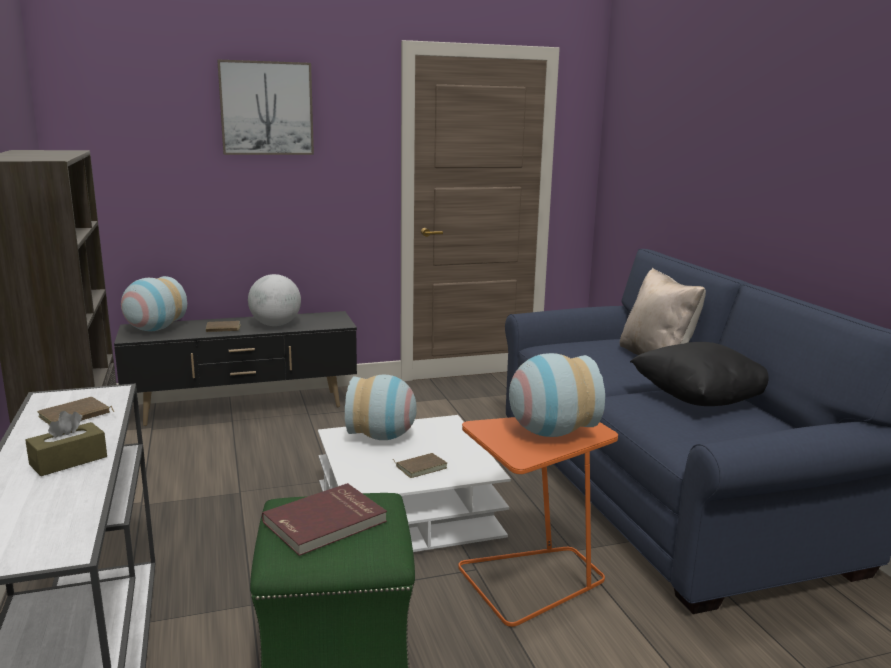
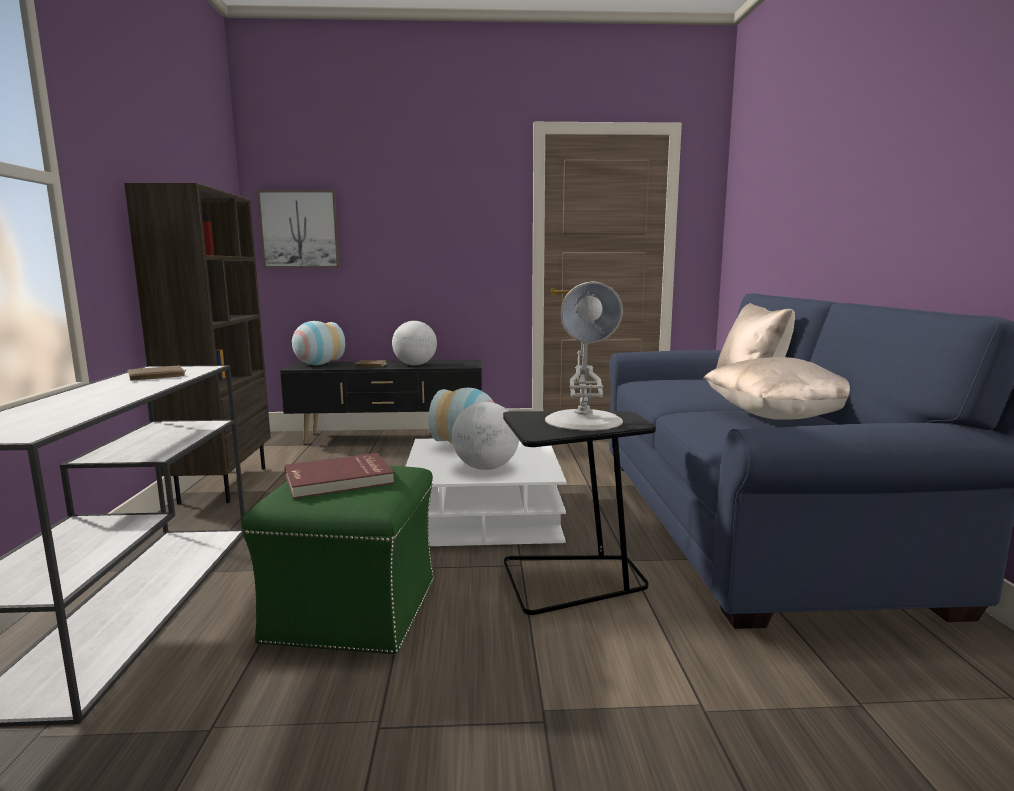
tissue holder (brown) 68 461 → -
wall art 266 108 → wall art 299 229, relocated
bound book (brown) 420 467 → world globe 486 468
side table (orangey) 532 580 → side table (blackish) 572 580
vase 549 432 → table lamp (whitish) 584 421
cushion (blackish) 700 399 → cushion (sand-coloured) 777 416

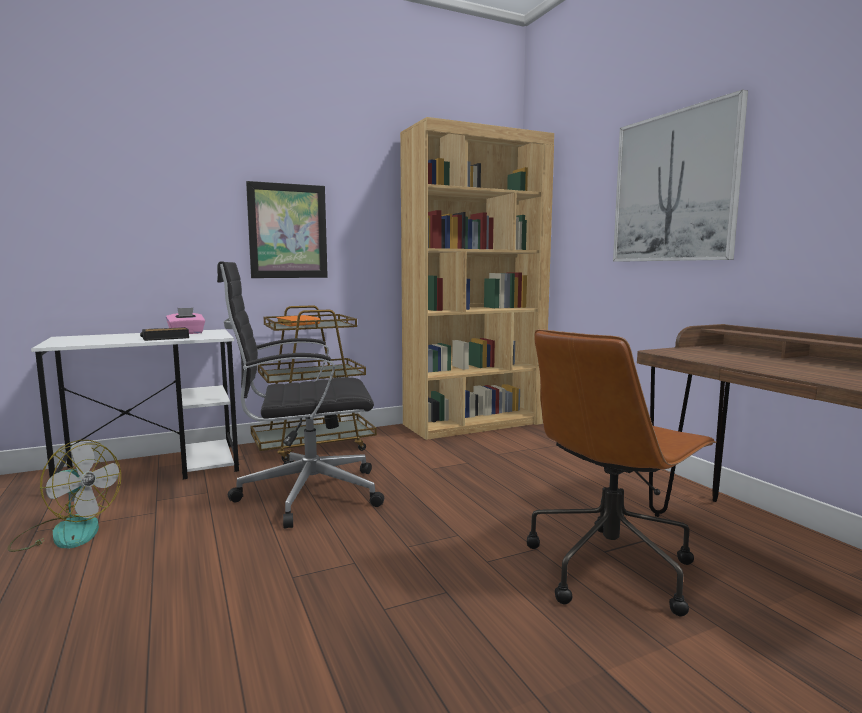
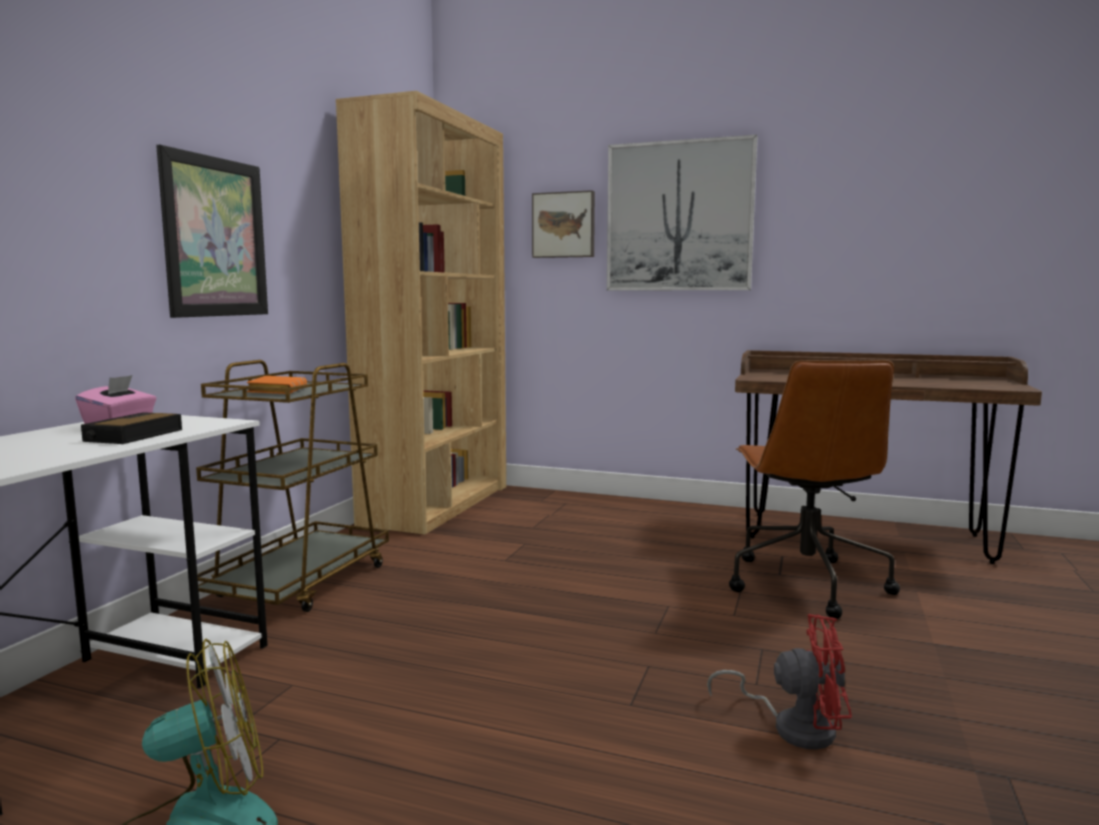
desk chair (blackish) 305 494 → -
- → wall art 564 225
- → electric fan (reddish) 793 726

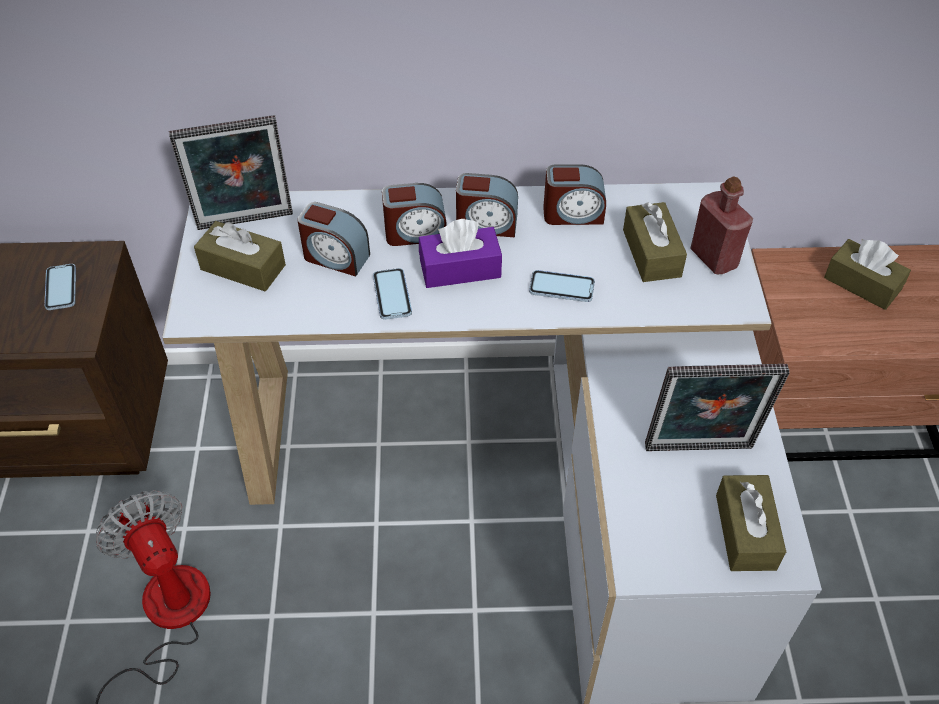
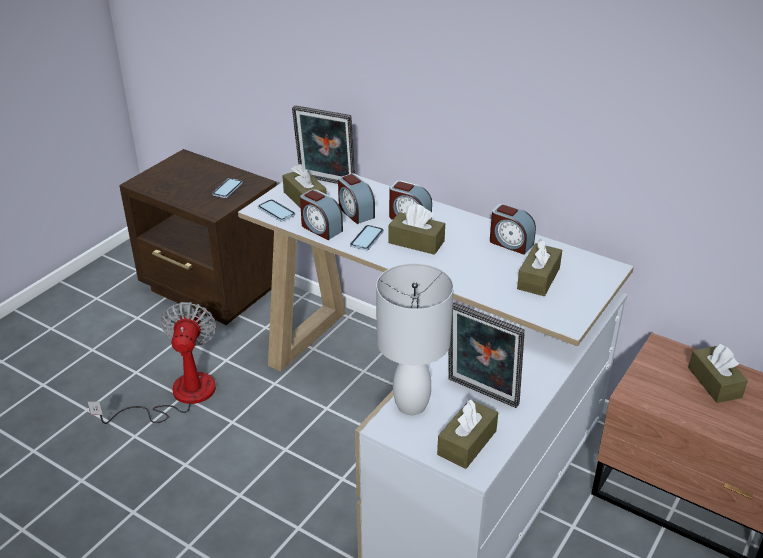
tissue holder (purplish) 460 269 → tissue holder (brown) 416 242
bedside clock 486 224 → bedside clock 321 228, relocated
phone 561 287 → phone 276 211, relocated
bottle (reddish) 714 258 → -
- → table lamp (whitish) 411 404

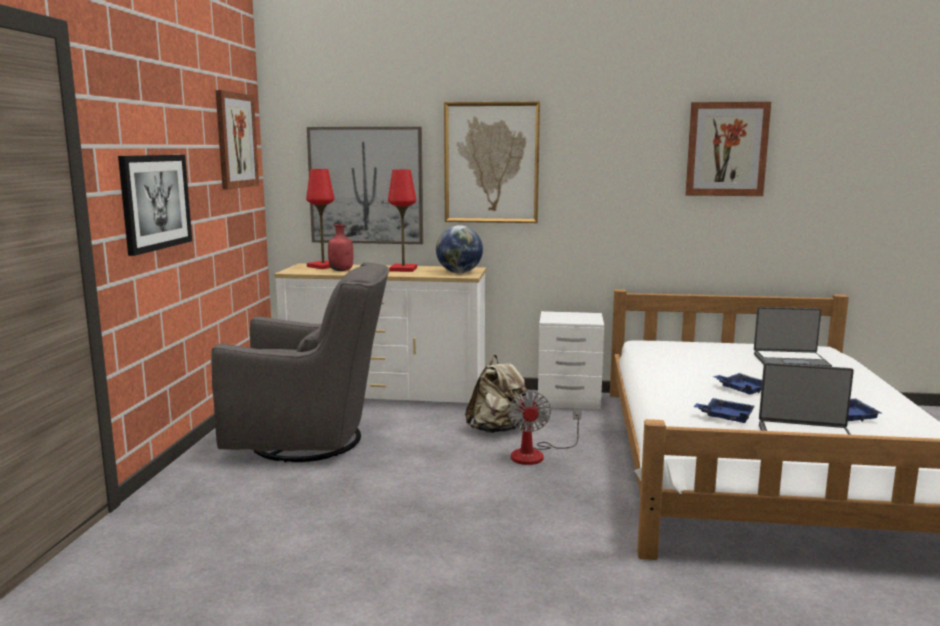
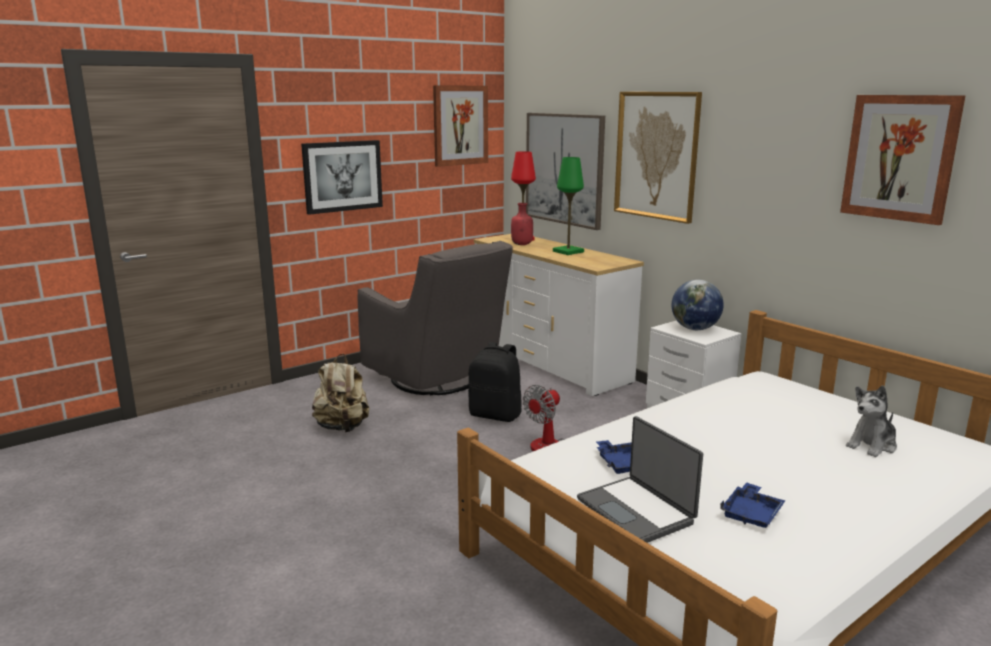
table lamp (reddish) 403 269 → table lamp (green) 568 251
world globe 459 272 → world globe 694 329, relocated
knapsack (sand-coloured) 498 430 → knapsack (sand-coloured) 342 427, relocated
carrying tray (blue) 742 389 → -
notebook computer 790 361 → cuddly toy 872 445
- → knapsack (blackish) 496 415

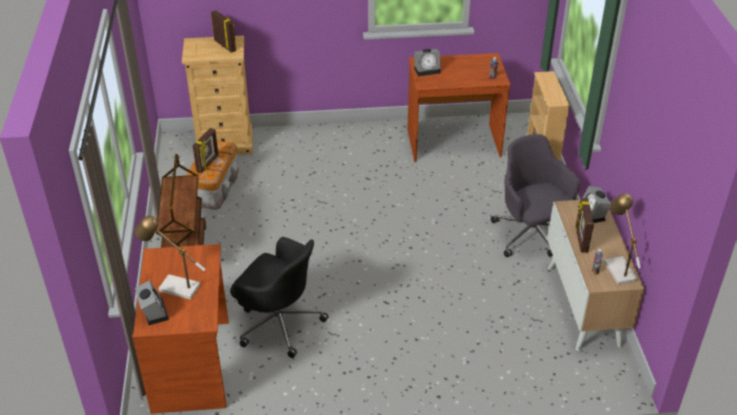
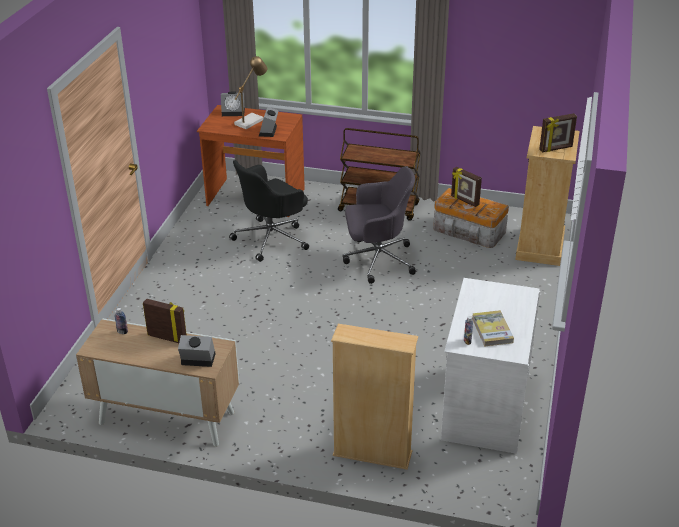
desk table (brown) 453 143 → desk table (whitish) 484 406
bedside clock 427 70 → bedside clock 269 131, relocated
desk chair (gray) 531 235 → desk chair (gray) 377 260, relocated
table lamp 617 268 → -
- → bound book 492 330

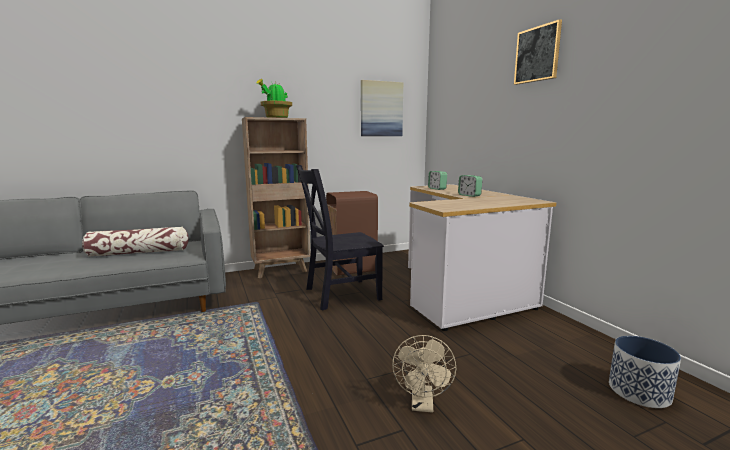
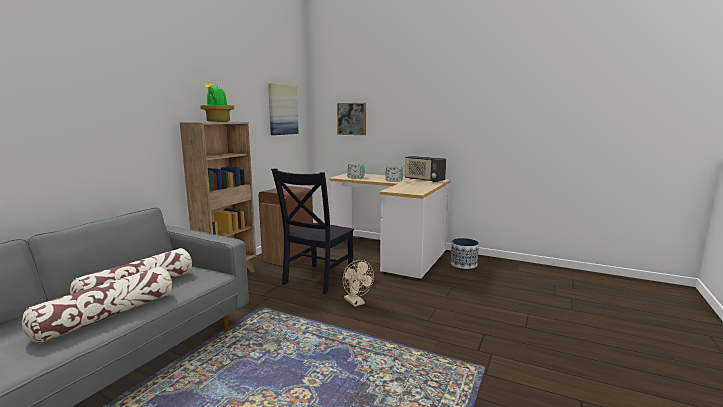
electric fan (sand-coloured) 422 405 → electric fan (sand-coloured) 356 303, relocated
wall art 537 54 → wall art 351 119, relocated
flower pot 639 392 → flower pot 463 264, relocated
- → cushion 108 315
- → radio set 424 180

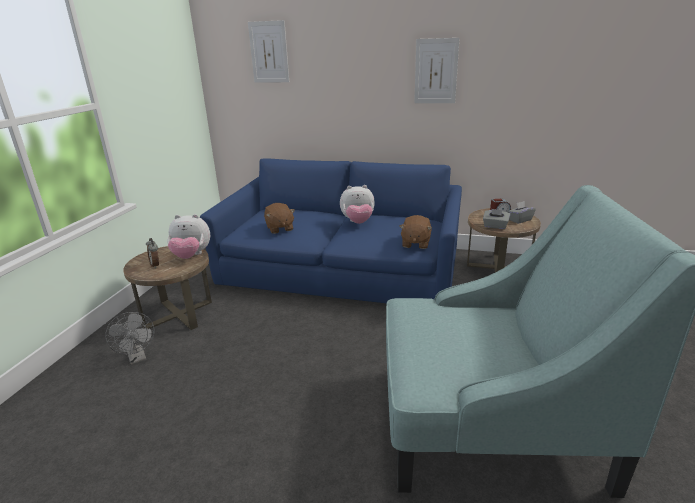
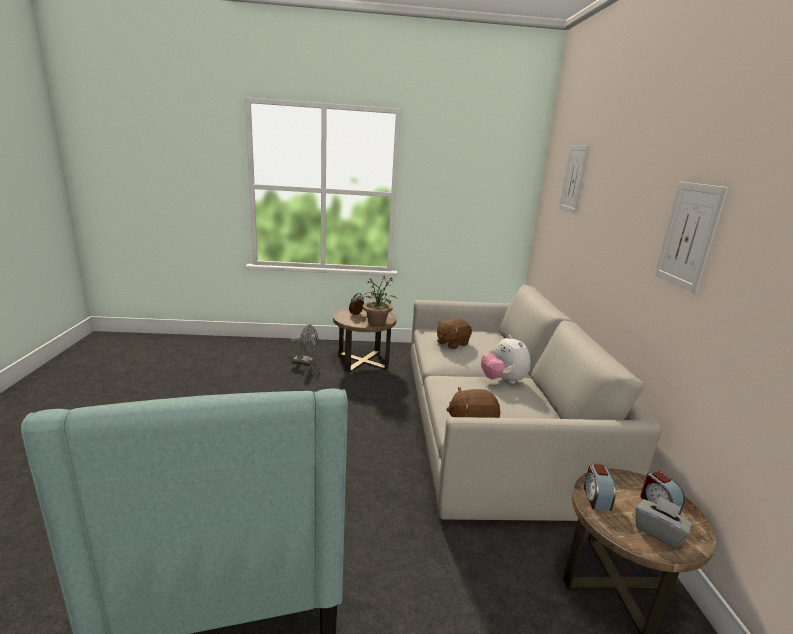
electric fan (gray) 138 358 → electric fan (gray) 306 361, 120 degrees counterclockwise
cuddly toy 191 256 → houseplant 377 321
settee (blue) 342 267 → settee (gray) 493 425
tissue holder (gray) 495 226 → bedside clock 596 497

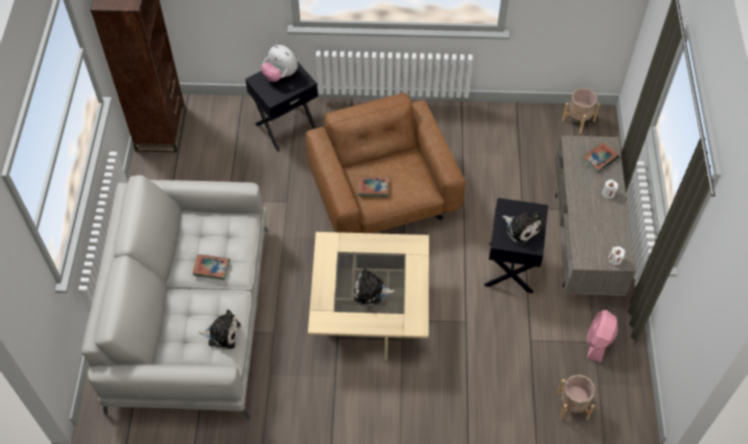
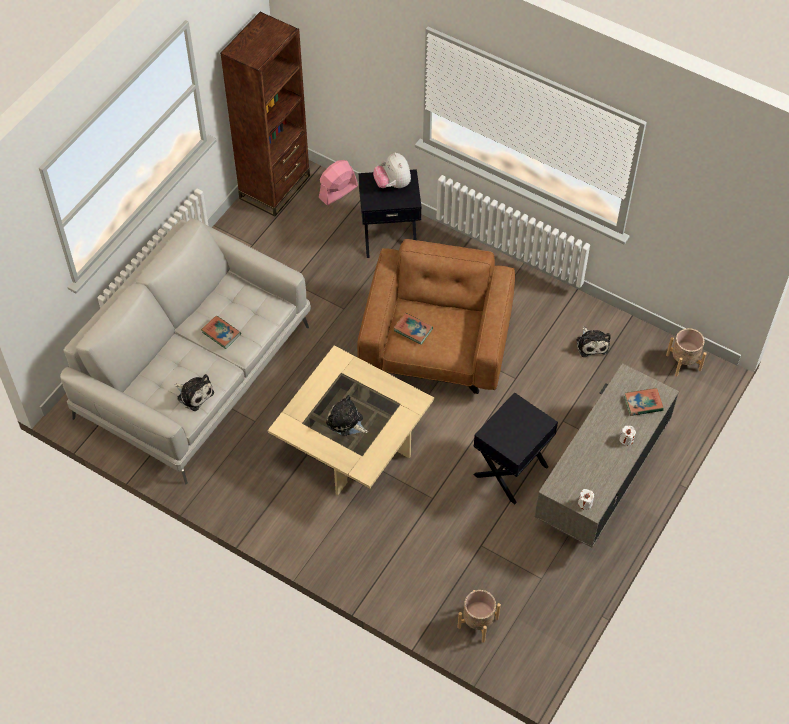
cuddly toy 521 229 → cuddly toy 591 344, relocated
electric fan (pinkish) 598 342 → electric fan (pinkish) 338 192, relocated

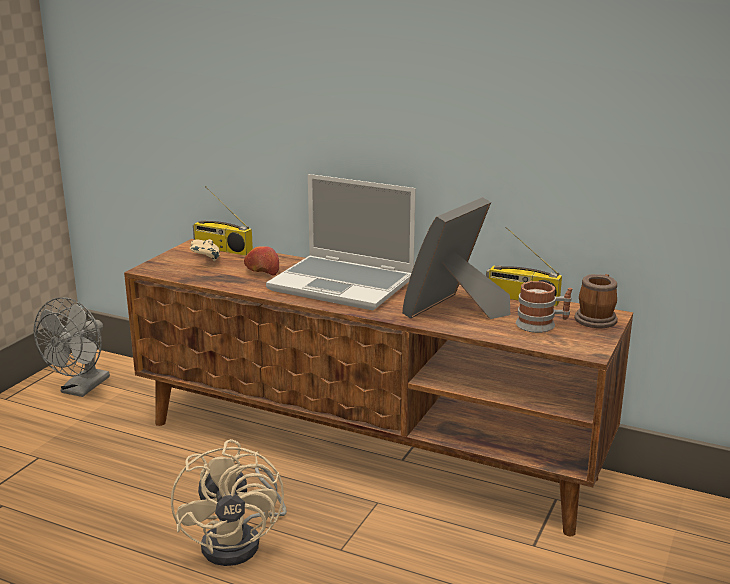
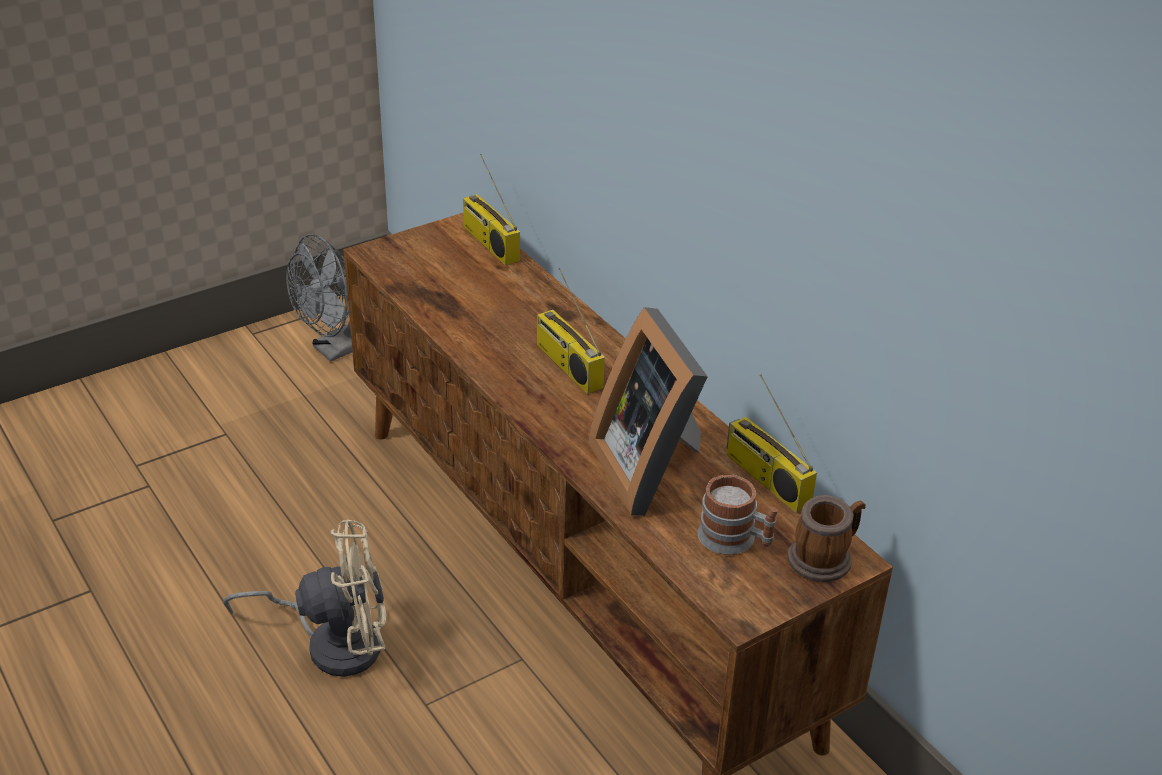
electric fan (sand-coloured) 241 541 → electric fan (sand-coloured) 333 642, 120 degrees counterclockwise
gamepad (sand-coloured) 205 261 → -
apple fruit 262 270 → -
notebook computer 344 285 → radio set 566 365
standing frame 455 311 → standing frame 652 468, 90 degrees counterclockwise

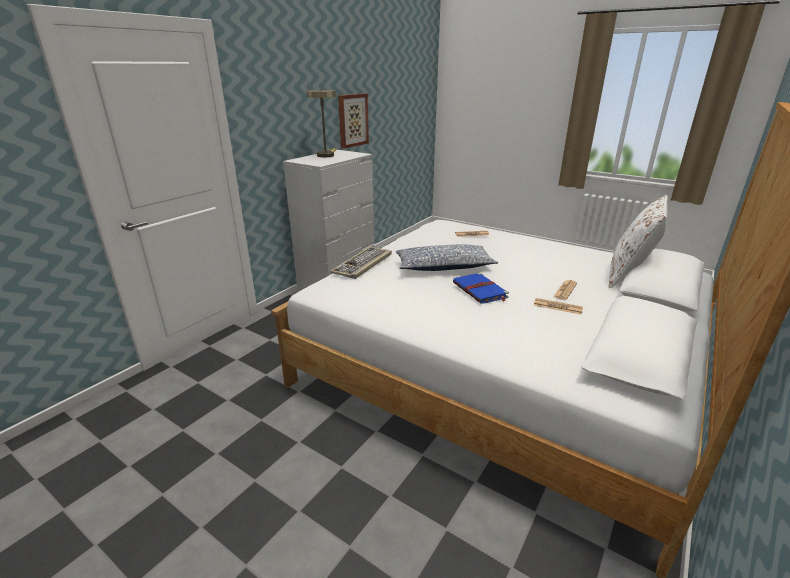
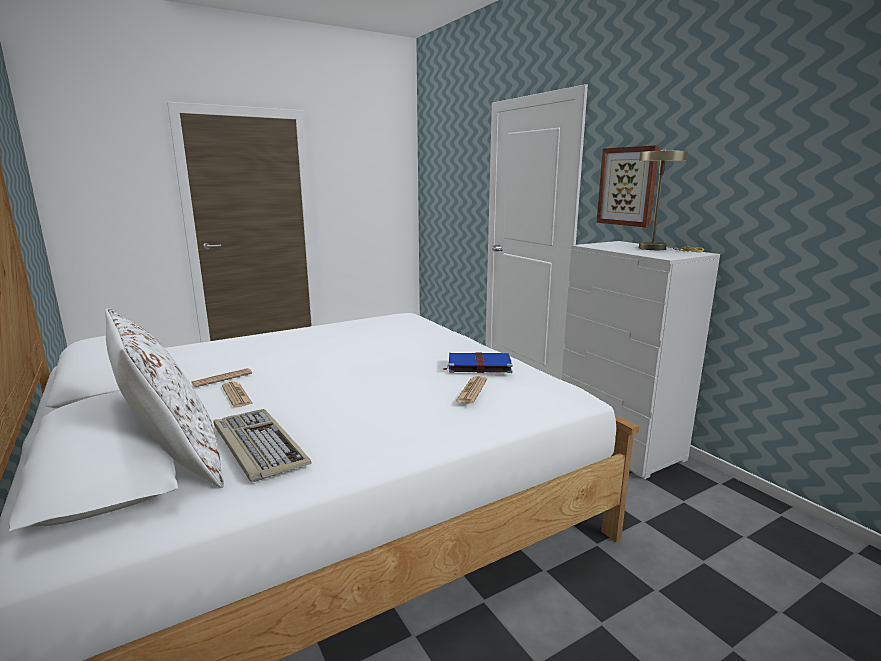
computer keyboard 363 264 → computer keyboard 257 446, relocated
wall art 352 120 → wall art 628 186, relocated
cushion 443 267 → -
bound book (blue) 480 290 → bound book (blue) 478 365, relocated

